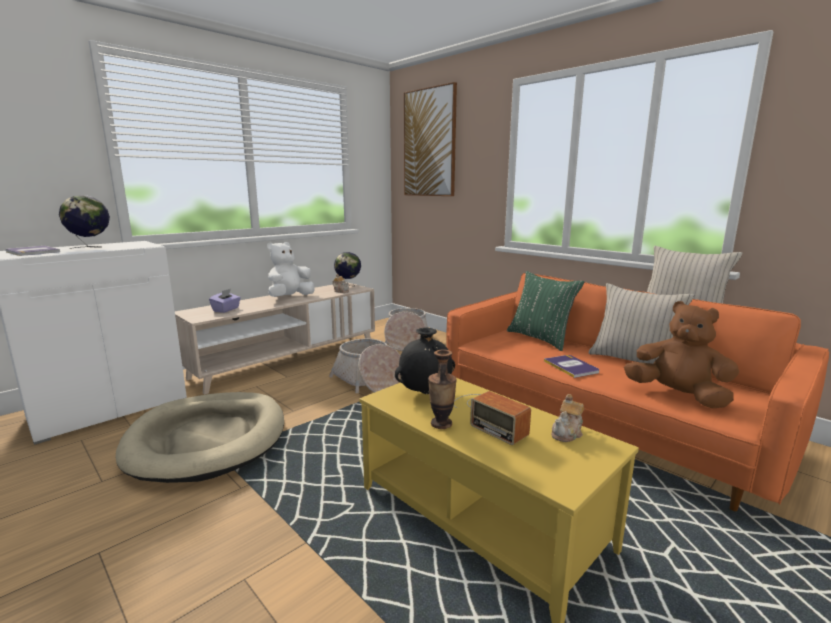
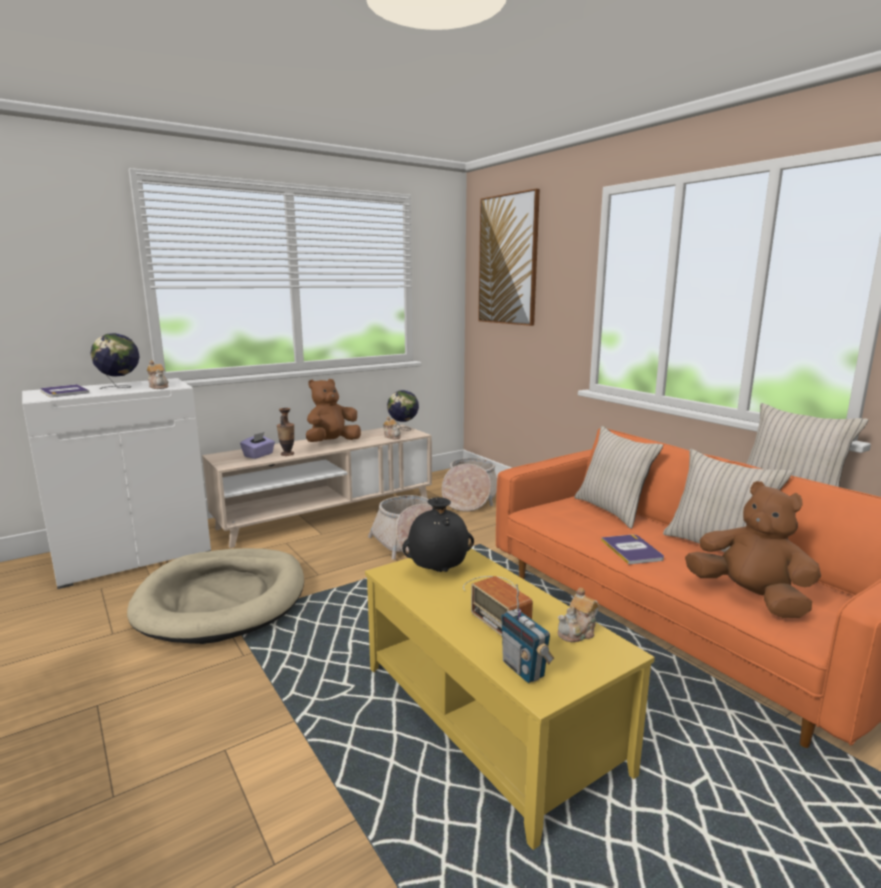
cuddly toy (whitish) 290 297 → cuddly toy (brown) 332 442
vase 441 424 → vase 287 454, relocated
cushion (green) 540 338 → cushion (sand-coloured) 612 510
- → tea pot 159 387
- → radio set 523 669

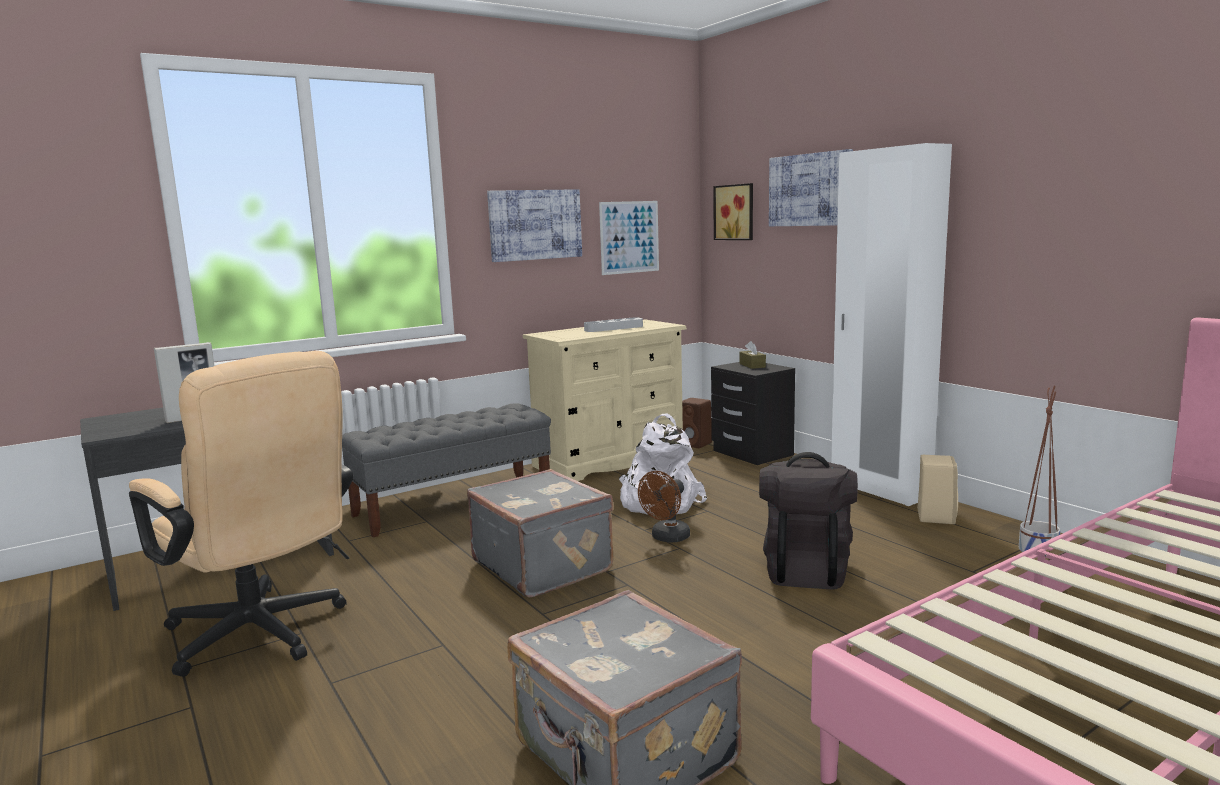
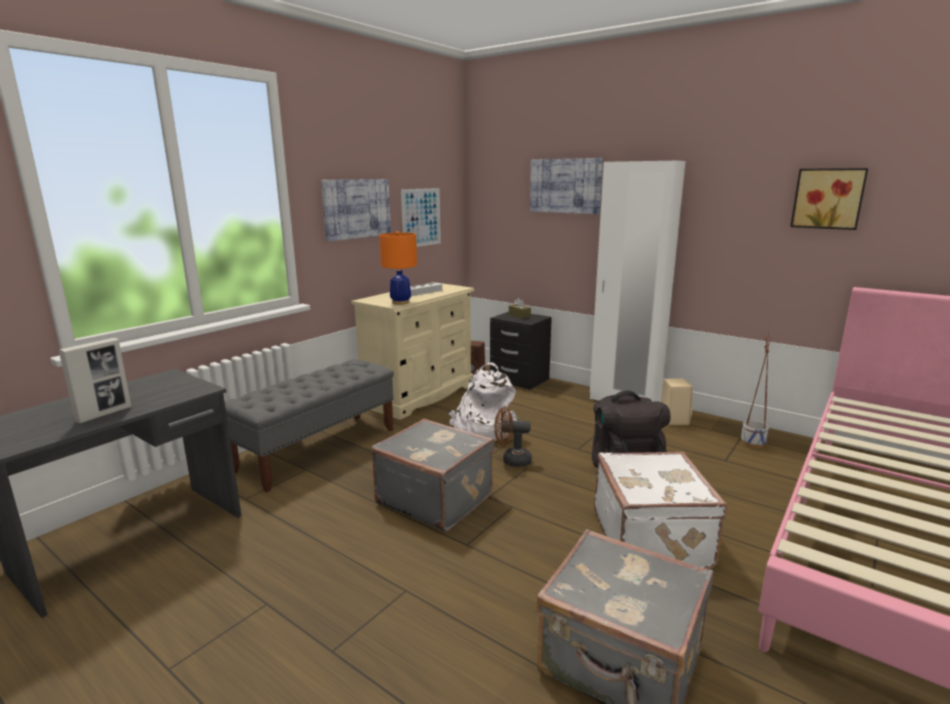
desk chair (sand-coloured) 263 636 → -
electric fan (brown) 667 538 → electric fan (brown) 511 460, 75 degrees clockwise
wall art 735 212 → wall art 828 198, relocated
- → table lamp (orangey) 400 302
- → suitcase (whitish) 652 538

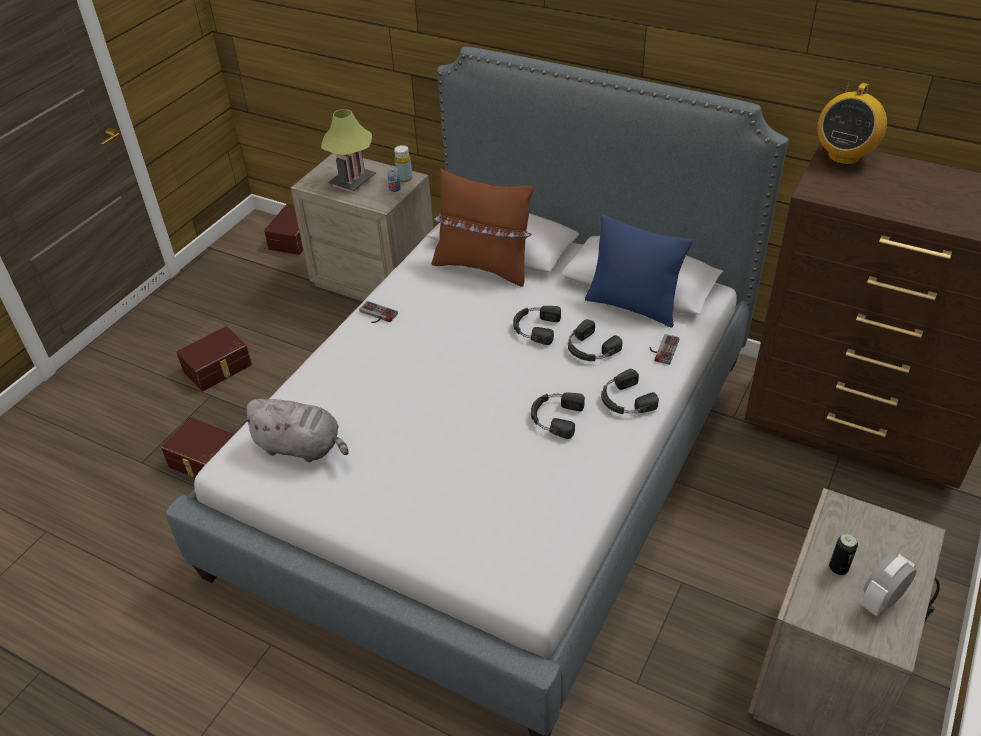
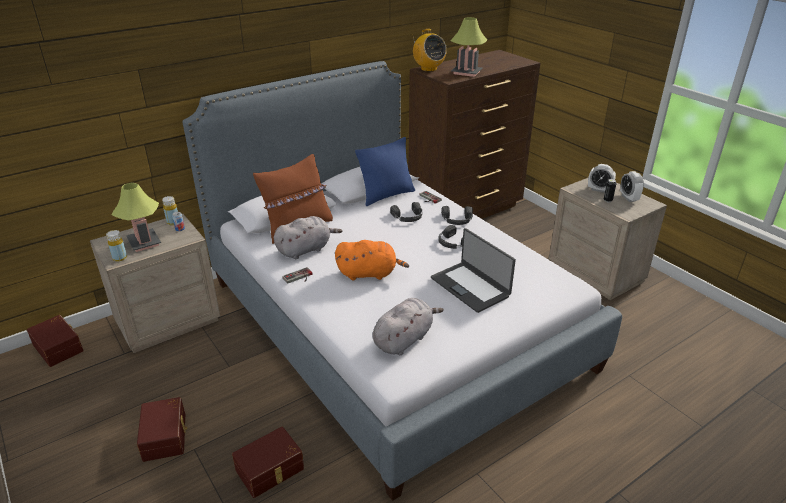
headphones (blackish) 535 328 → -
- → bottle (yellow-coloured) 120 258
- → cuddly toy (gray) 306 249
- → cuddly toy (orangey) 369 273
- → notebook computer 470 286
- → table lamp 466 72
- → bedside clock 599 190

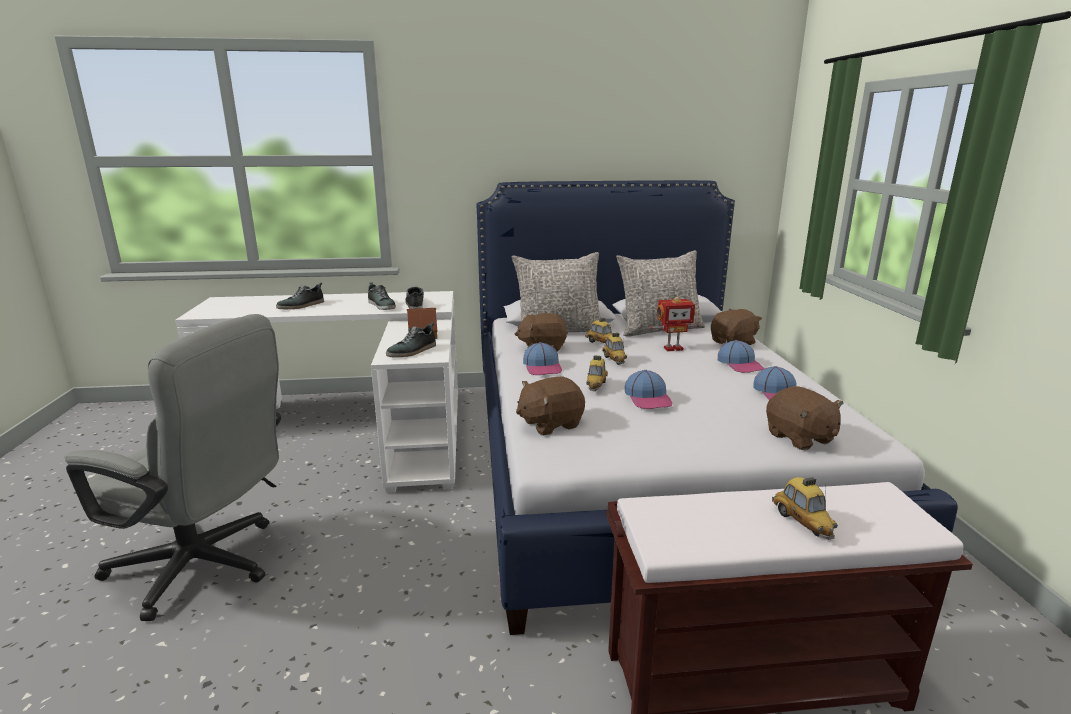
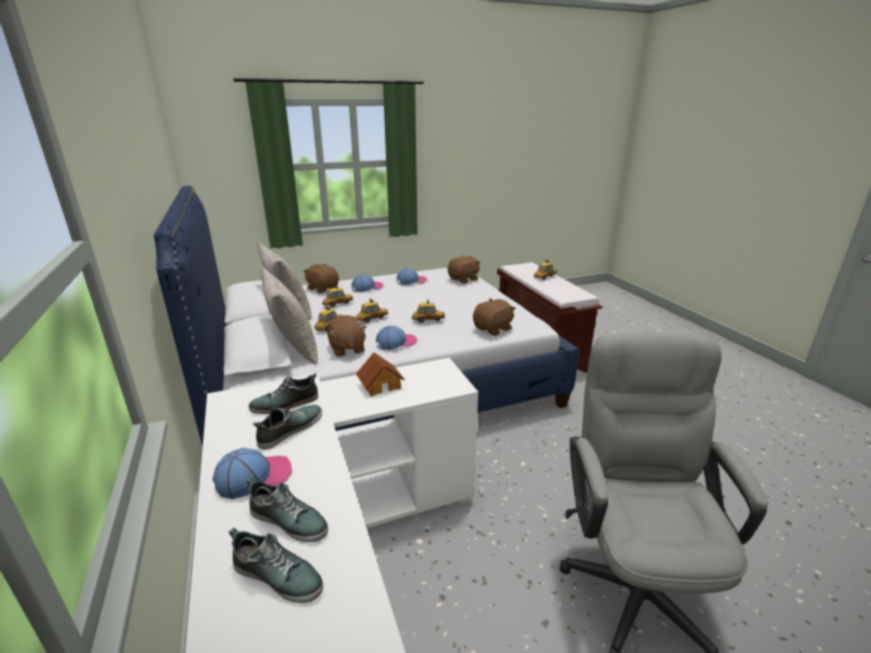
item of footwear 412 351 → item of footwear 278 575, relocated
cuddly toy (brown) 550 424 → cuddly toy (brown) 493 329, 90 degrees counterclockwise
cap 648 398 → cap 254 477, relocated
robot figure 673 348 → model car 338 304

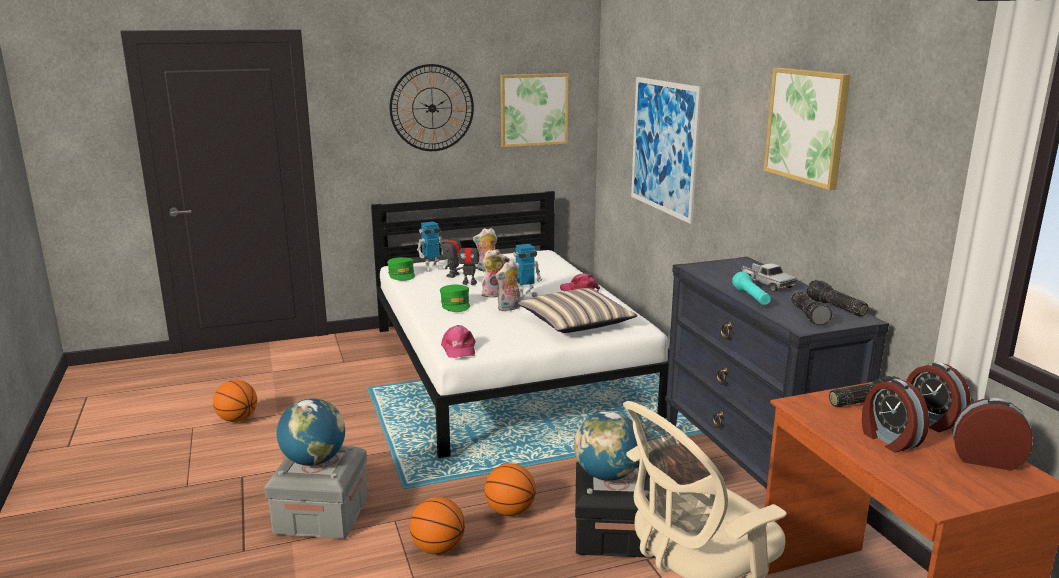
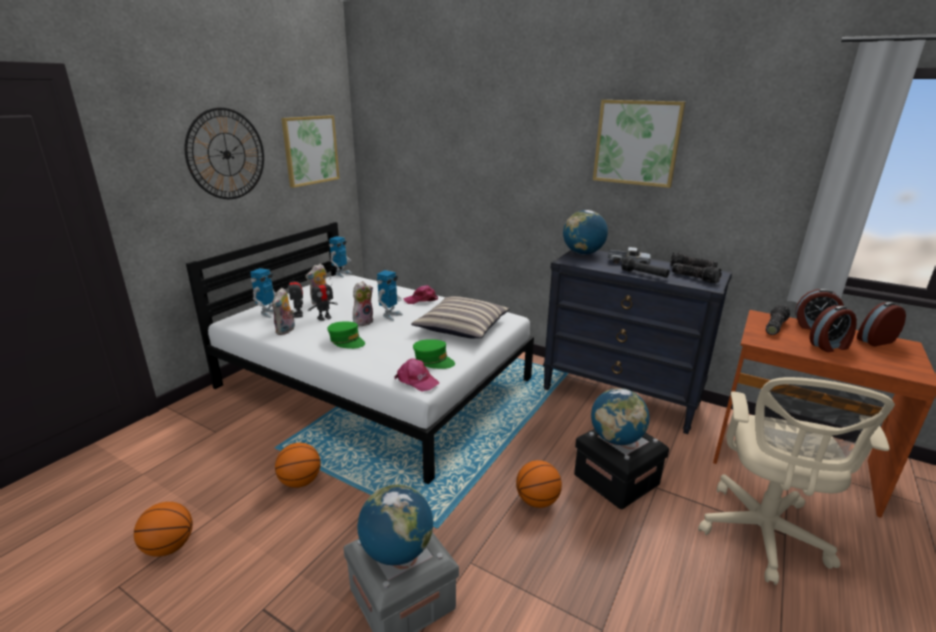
cap (green) 402 275 → cap (green) 433 360, relocated
ball for basketball 438 548 → ball for basketball 300 481, relocated
cuddly toy 509 308 → cuddly toy 286 331, relocated
wall art 664 147 → -
torch (turquoise-coloured) 751 298 → torch (blackish) 644 274
bedside clock 889 440 → bedside clock 829 346, 45 degrees counterclockwise
- → robot figure 341 274
- → world globe 583 253

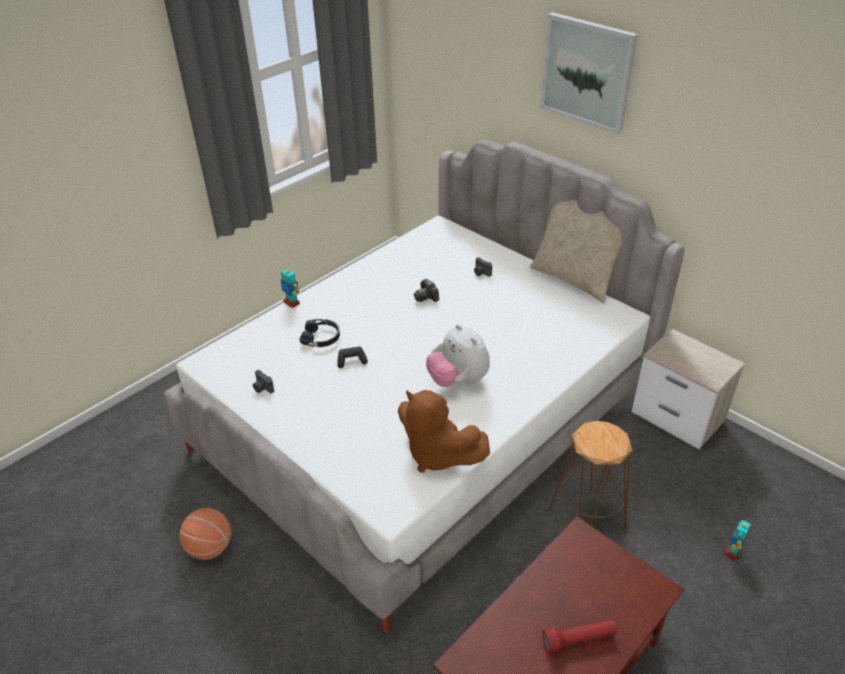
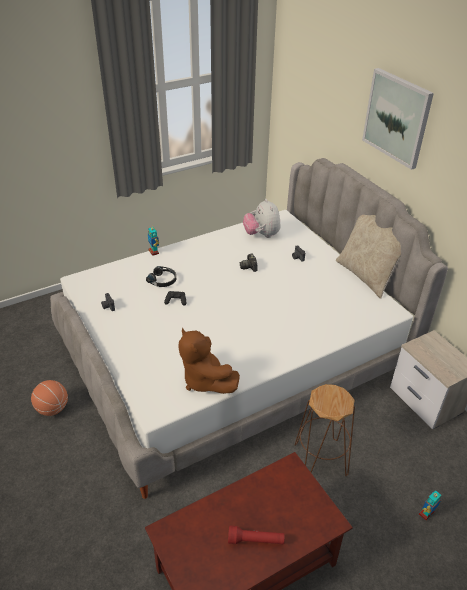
cuddly toy 458 380 → cuddly toy 261 235, relocated

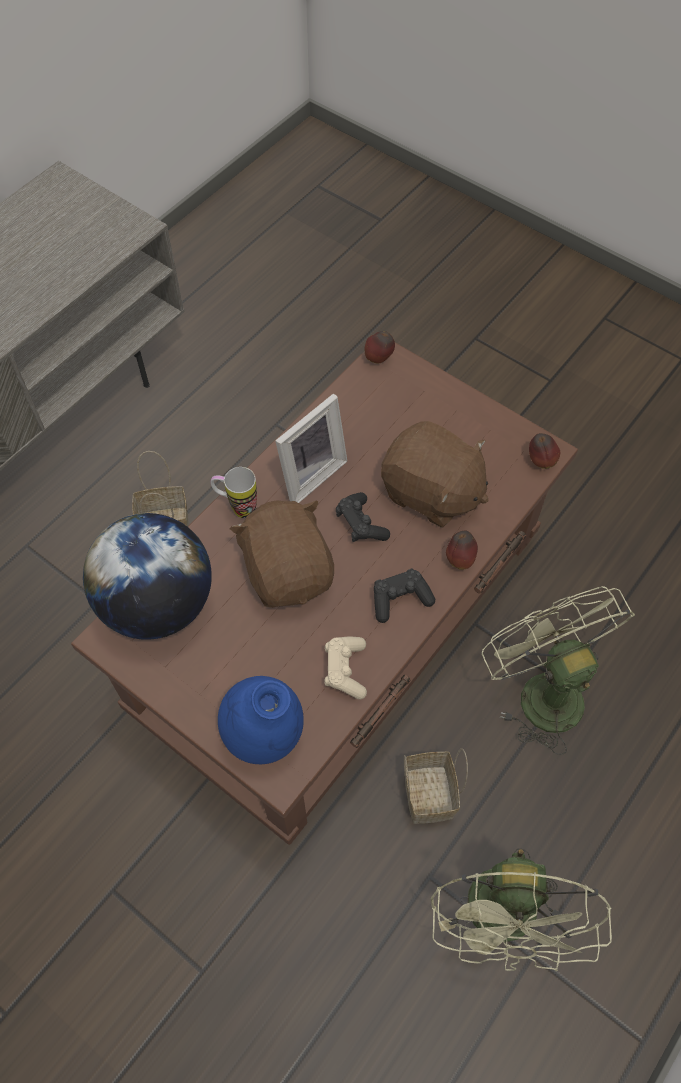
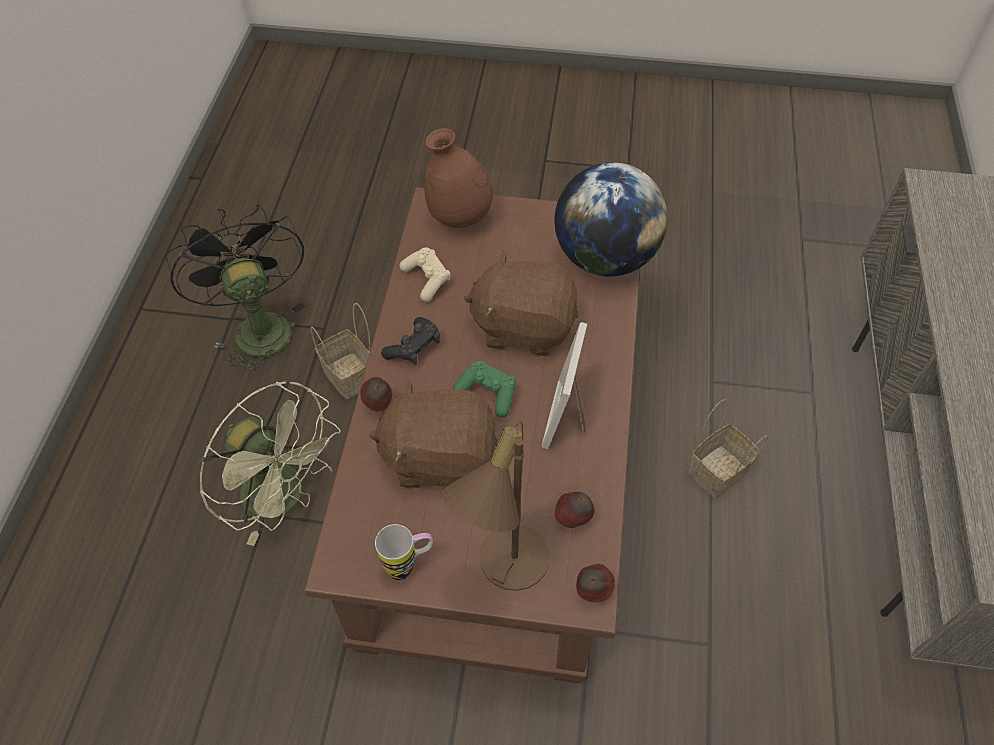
coffee mug 237 507 → coffee mug 409 565, relocated
vase (blue) 263 735 → vase (brown) 459 218
cuddly toy (brown) 288 571 → cuddly toy (brown) 523 326, 150 degrees clockwise
gamepad (blackish) 360 524 → gamepad (green) 488 393
electric fan (green) 505 923 → electric fan (blackish) 257 326
apple fruit 540 461 → apple fruit 573 519, relocated
- → table lamp (brown) 502 565

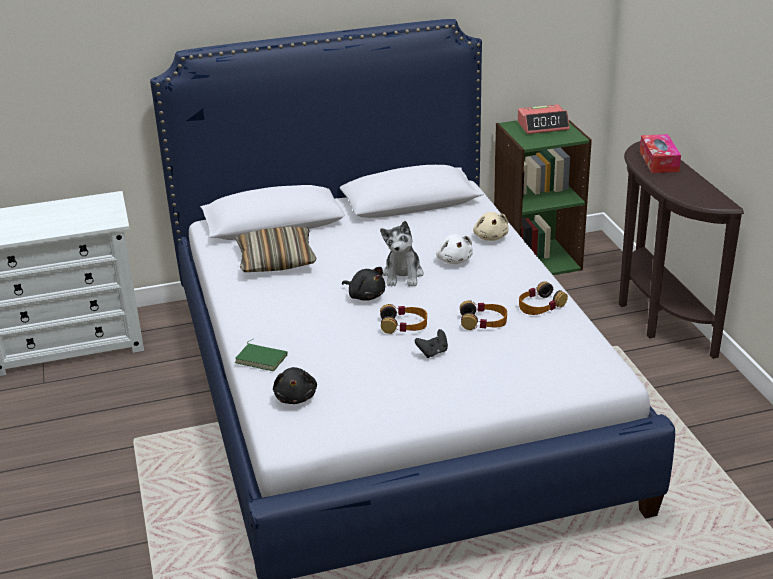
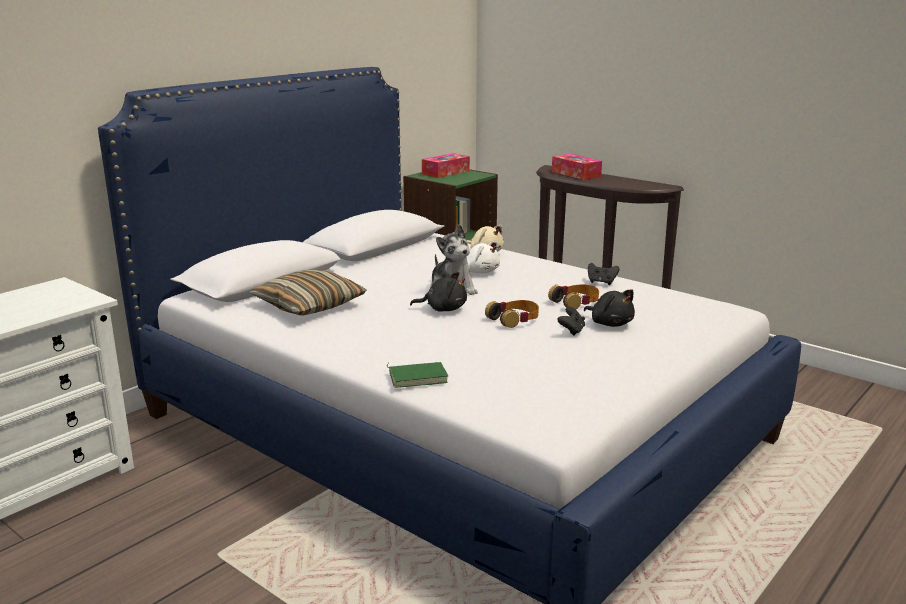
cuddly toy (blackish) 296 397 → cuddly toy (blackish) 610 323, relocated
bedside clock 543 126 → tissue holder 445 172
headphones 540 305 → gamepad (blackish) 601 282

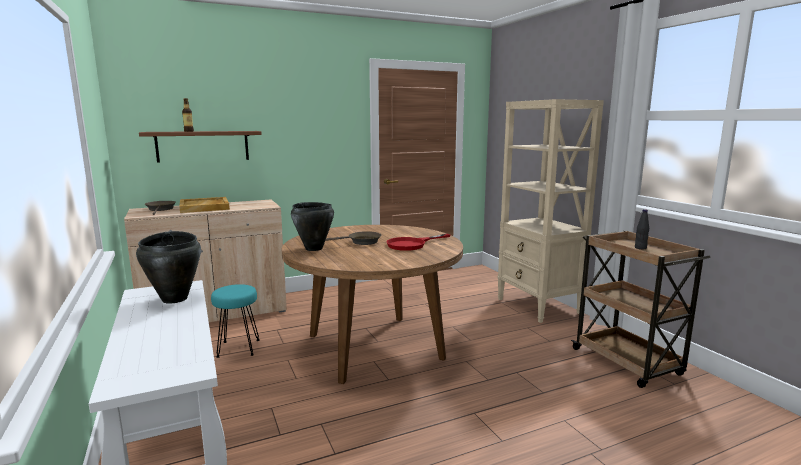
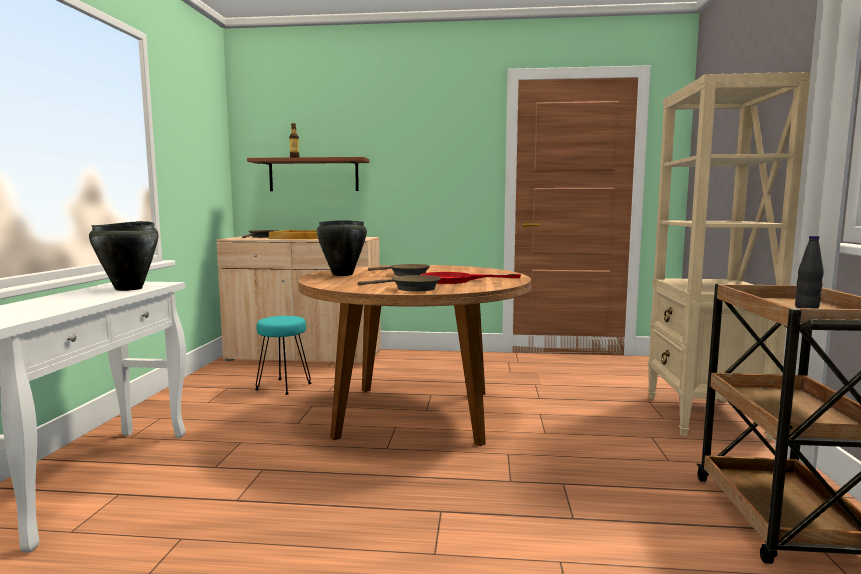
- → pan (brown) 411 288

